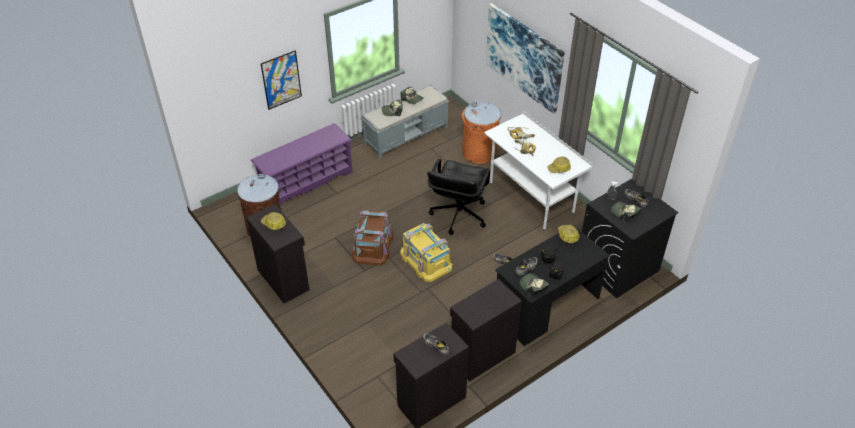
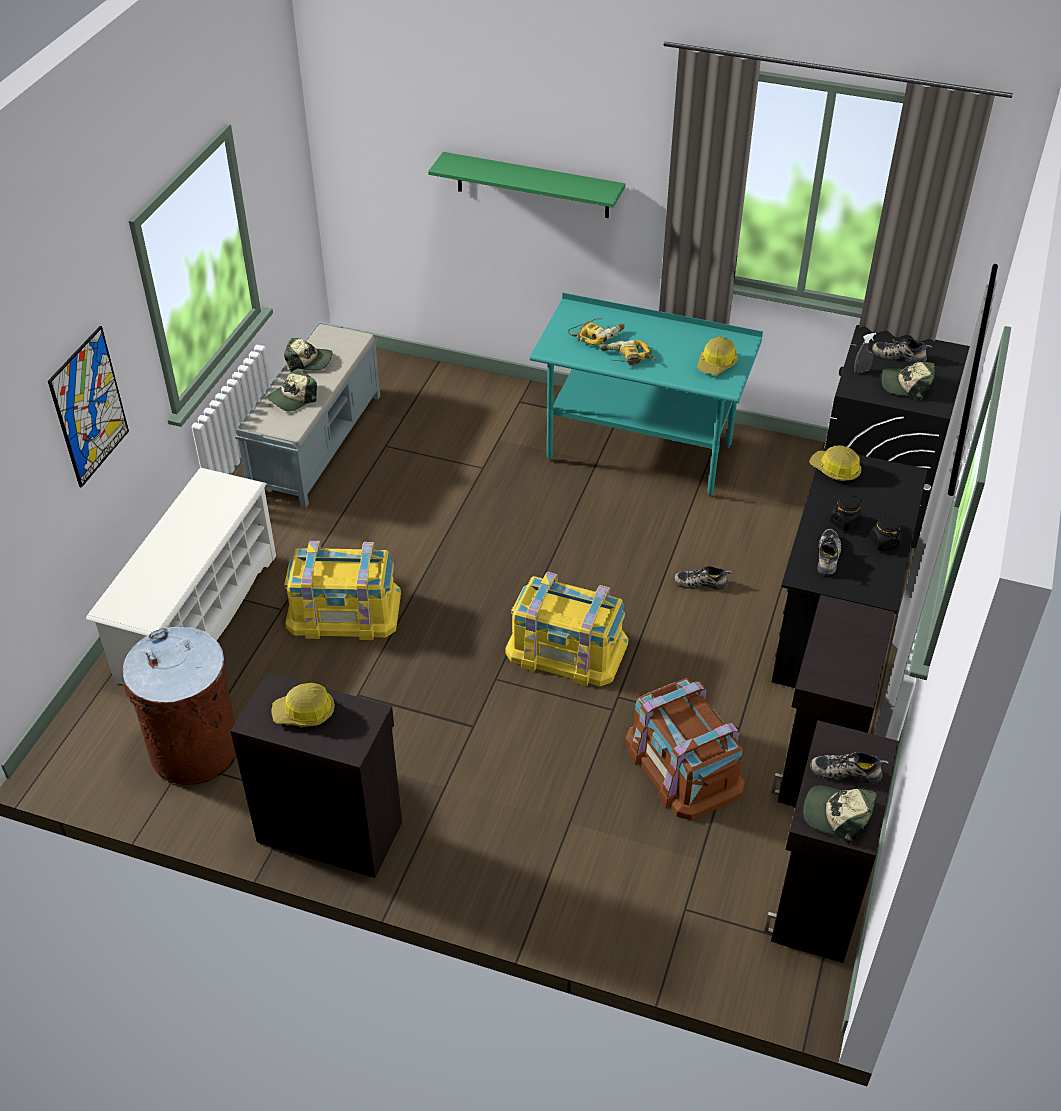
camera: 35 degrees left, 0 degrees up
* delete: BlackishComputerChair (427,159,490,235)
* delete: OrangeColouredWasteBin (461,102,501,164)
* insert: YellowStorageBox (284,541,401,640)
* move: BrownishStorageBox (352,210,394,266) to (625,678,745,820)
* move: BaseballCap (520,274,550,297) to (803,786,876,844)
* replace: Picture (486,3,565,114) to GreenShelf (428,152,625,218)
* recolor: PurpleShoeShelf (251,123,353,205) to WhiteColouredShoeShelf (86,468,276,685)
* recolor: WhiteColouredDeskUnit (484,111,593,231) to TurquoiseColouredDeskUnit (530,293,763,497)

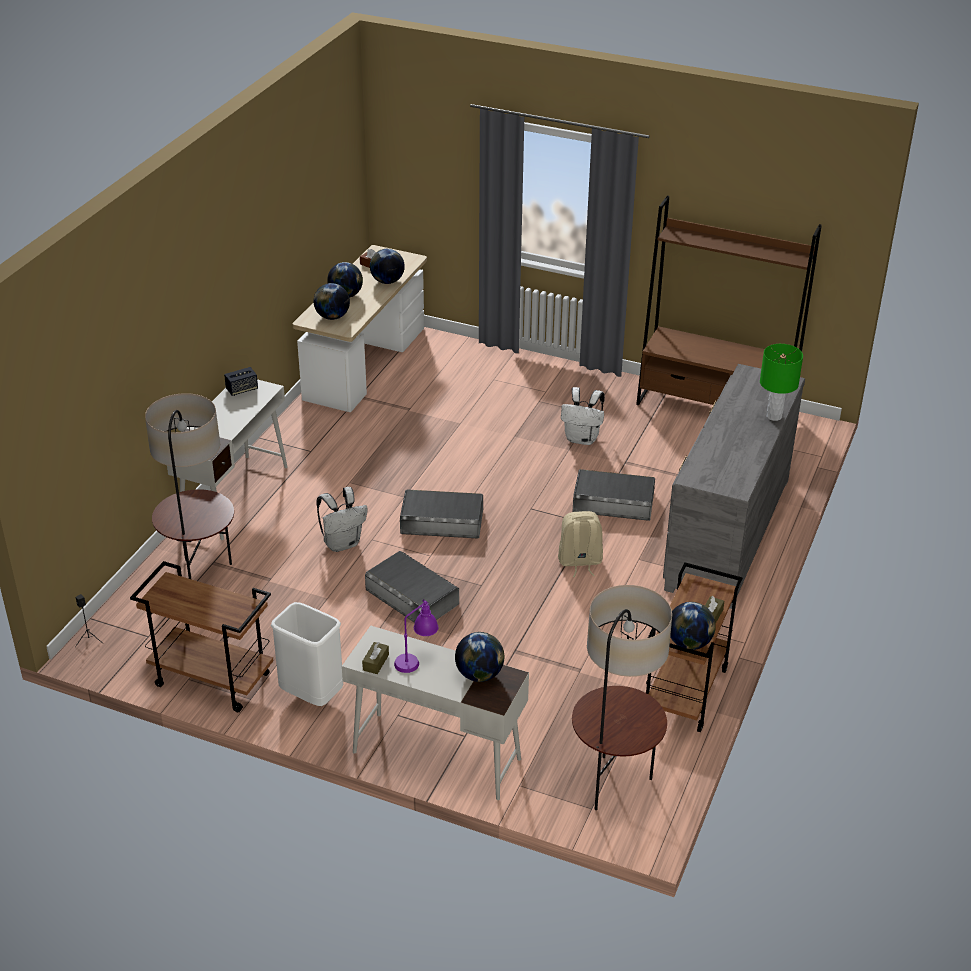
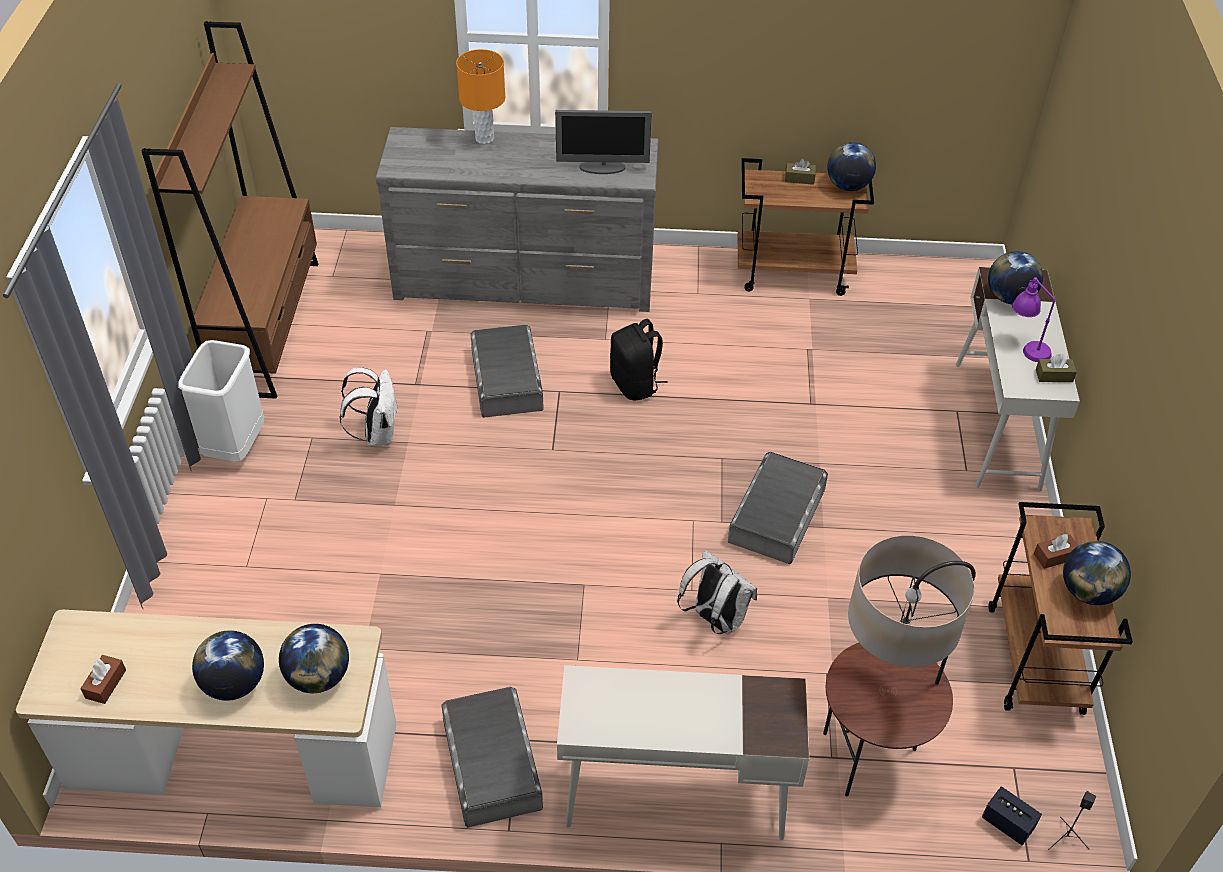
camera: 110 degrees left, 10 degrees up
* delete: FloorLamp (572,585,672,810)
* insert: ComputerDisplay (555,110,652,174)
* insert: BrownishTissueBox (1034,534,1078,569)
* move: AudioSpeaker (224,367,258,396) to (982,786,1042,846)
* move: WhiteColouredWasteBin (271,602,343,706) to (178,340,264,462)
* move: Globe (370,249,405,284) to (1063,541,1131,605)
* move: GrayStorageBox (400,490,483,538) to (441,687,543,828)
* recolor: BeigeRucksack (558,511,603,577) to BlackishRucksack (610,319,668,400)
* recolor: GreenTableLamp (760,344,803,421) to OrangeColouredTableLamp (456,49,505,144)

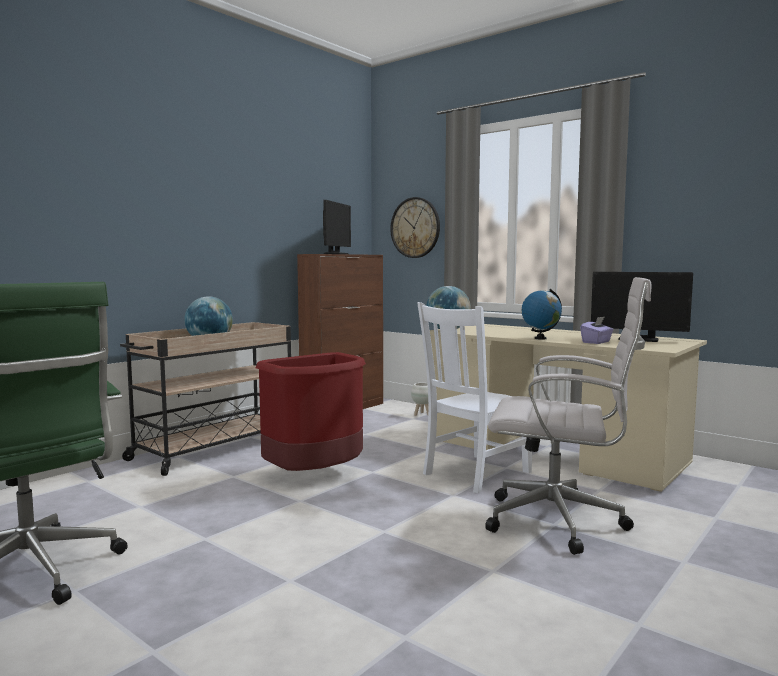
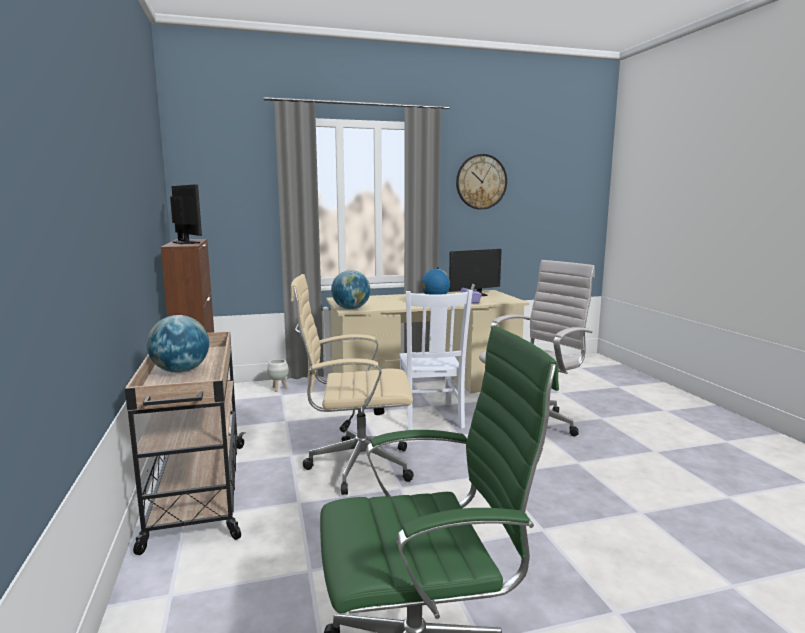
camera: 55 degrees left, 5 degrees up
* move: ClockOnTheWall (390,197,440,258) to (456,154,507,210)
* replace: RedWasteBin (256,352,366,471) to BeigeComputerChair (291,274,414,495)

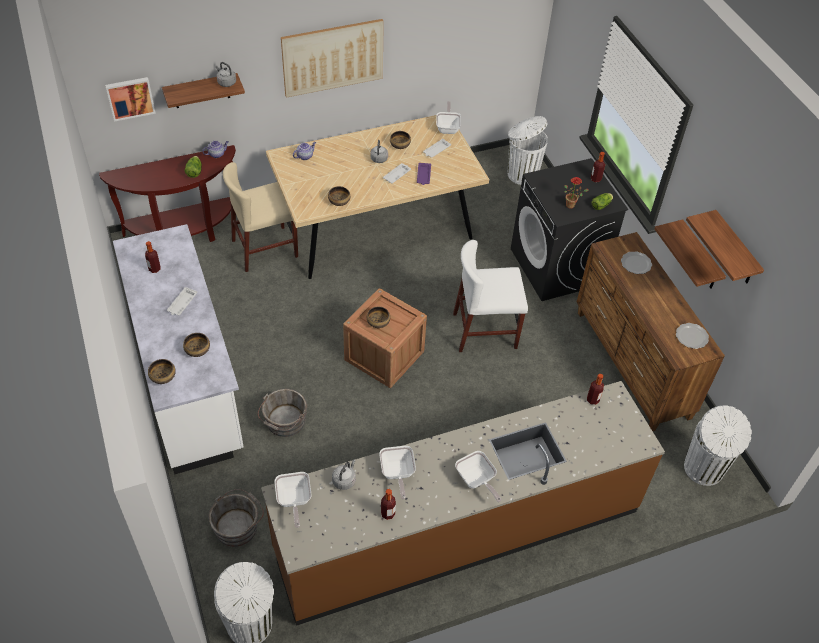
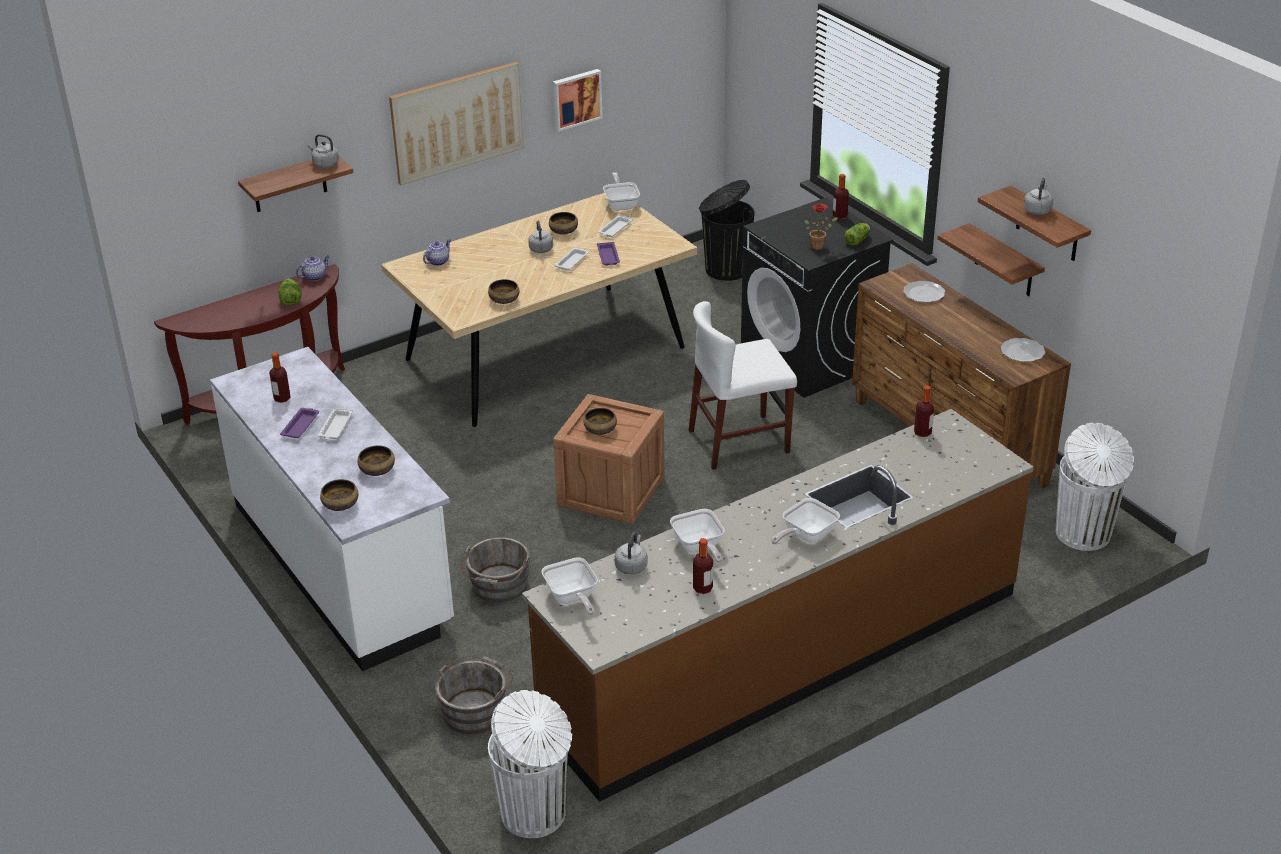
camera: 10 degrees left, 15 degrees down
* delete: BeigeUprightChair (223,162,298,272)
* insert: PurpleTray (280,408,319,438)
* insert: GrayWaterKettle (1024,178,1053,215)
* move: Picture (105,77,156,122) to (553,69,603,131)
* recolor: WhiteColouredWasteBin (508,116,548,185) to BlackishWasteBin (699,180,755,281)
* rotate: Pan (455,451,501,502) = (771,498,840,544) 90 degrees clockwise

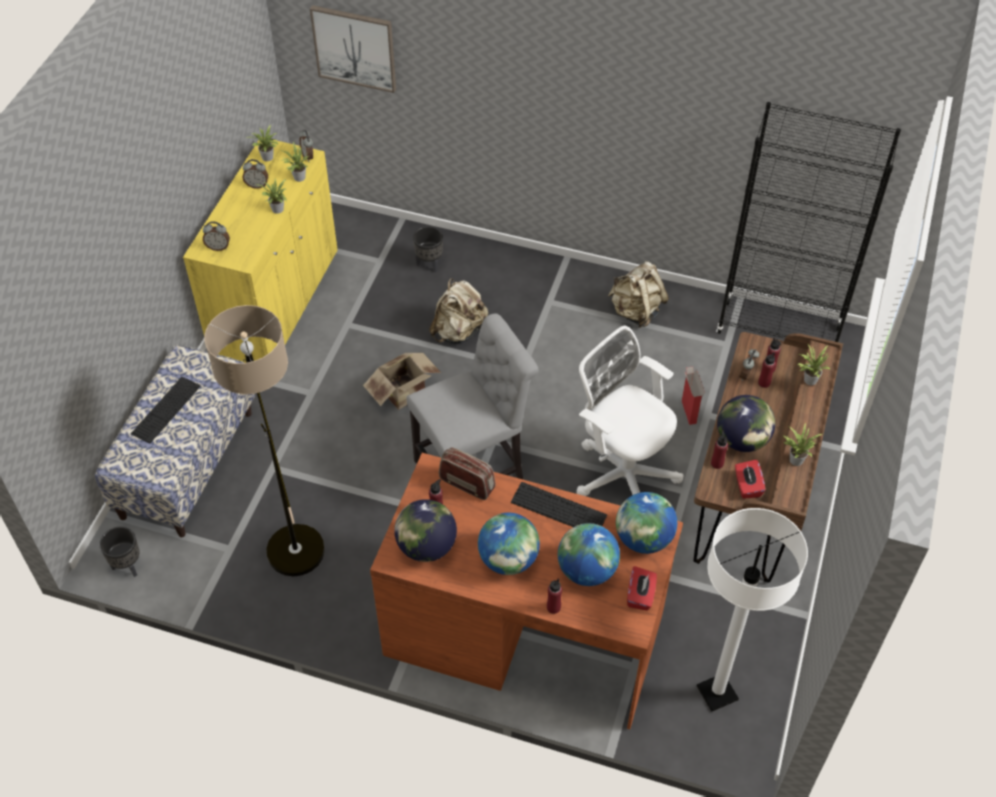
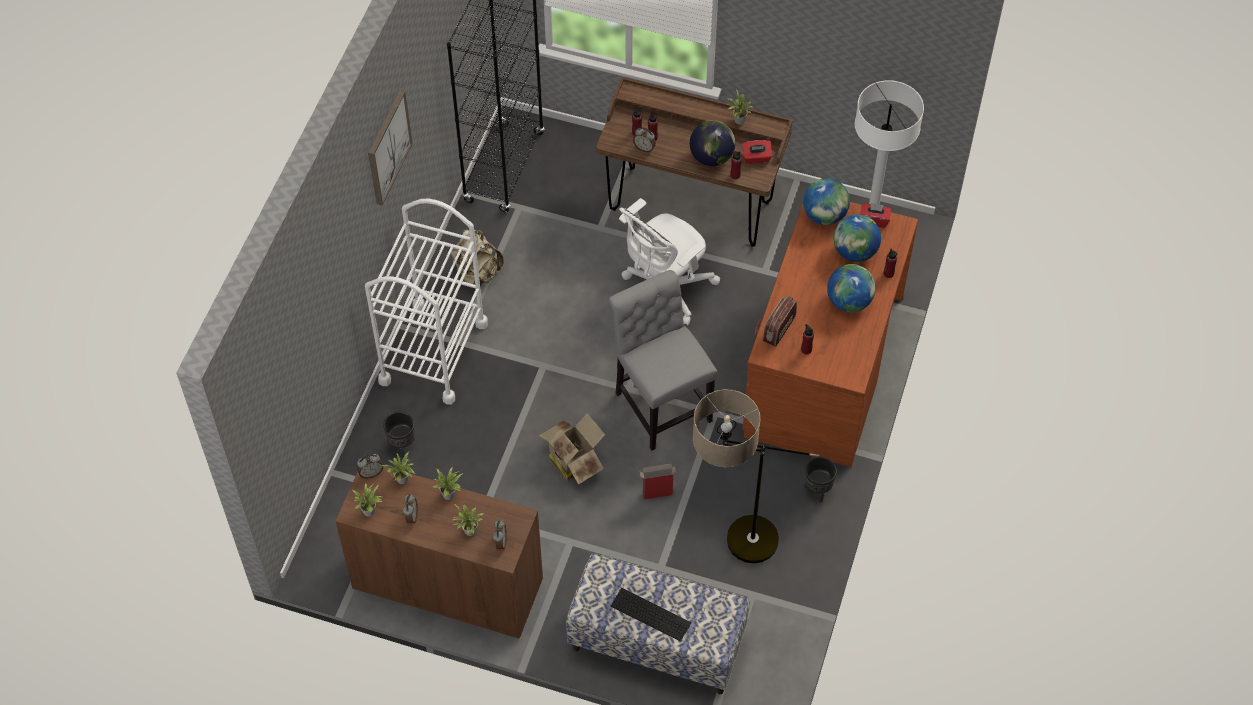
camera: 90 degrees left, 5 degrees up
* delete: Globe (394,499,457,562)
* delete: BeigeRucksack (429,278,488,343)
* delete: Keyboard (511,482,607,527)
* insert: WhiteColouredCart (365,199,488,404)
* move: BlackishPlantPot (99,527,140,577) to (805,457,837,502)
* move: Picture (310,5,396,93) to (368,90,413,206)
* move: Carton (682,367,705,425) to (639,463,676,500)
* move: PottedPlant (798,343,830,385) to (451,504,484,536)
* recolor: YellowStorageCabinet (183,137,338,363) to BrownishStorageCabinet (335,466,543,639)

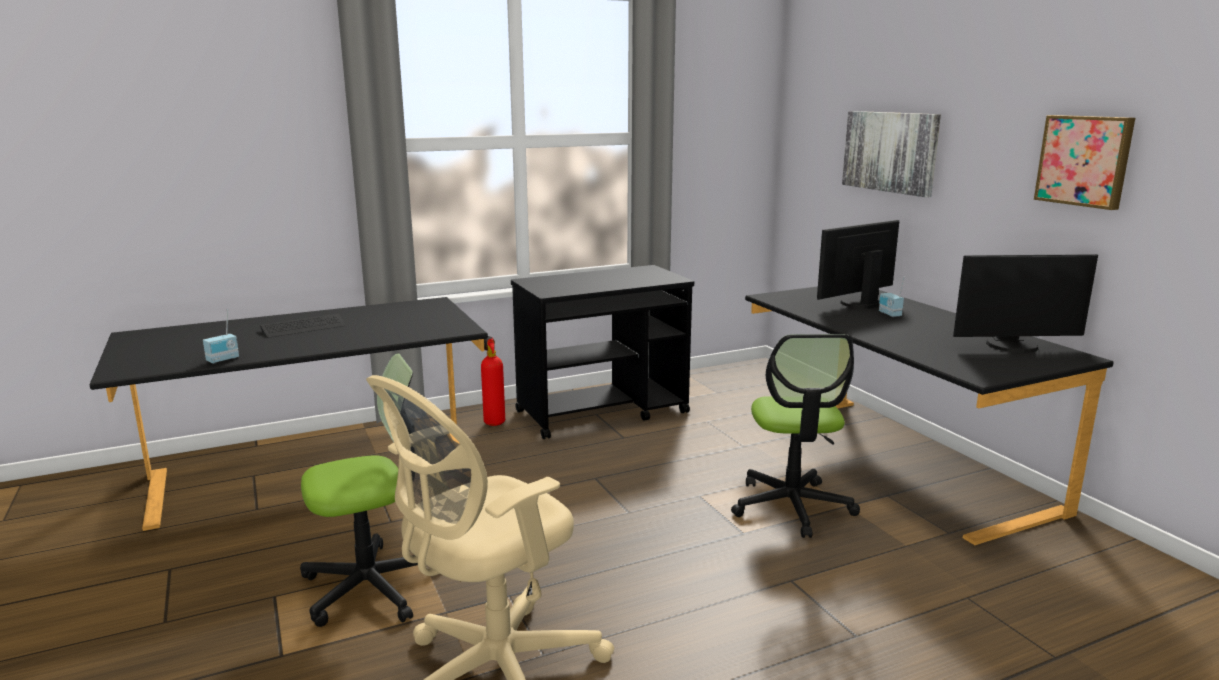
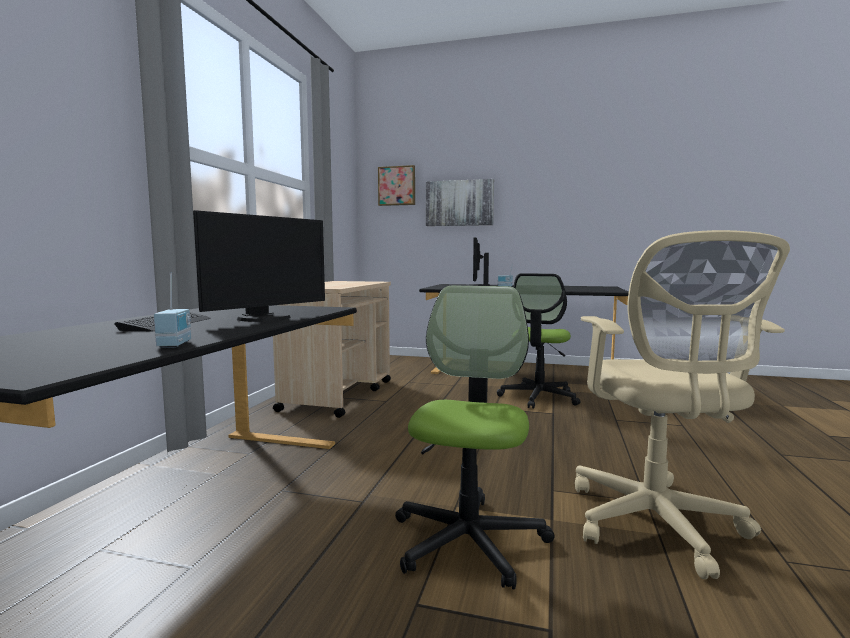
camera: 50 degrees left, 10 degrees down
* delete: FireFightingCylinder (481,336,505,426)
* move: ComputerDisplay (953,254,1098,353) to (193,210,325,322)
* move: Picture (1034,115,1135,210) to (378,165,415,206)
* recolor: BlackishCart (511,265,694,439) to BeigeCart (273,281,391,418)
* rotate: ComputerChair (731,334,860,538) = (497,273,581,409) 75 degrees clockwise

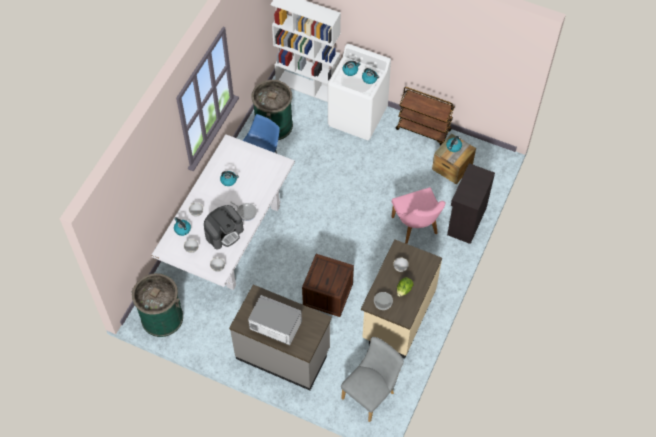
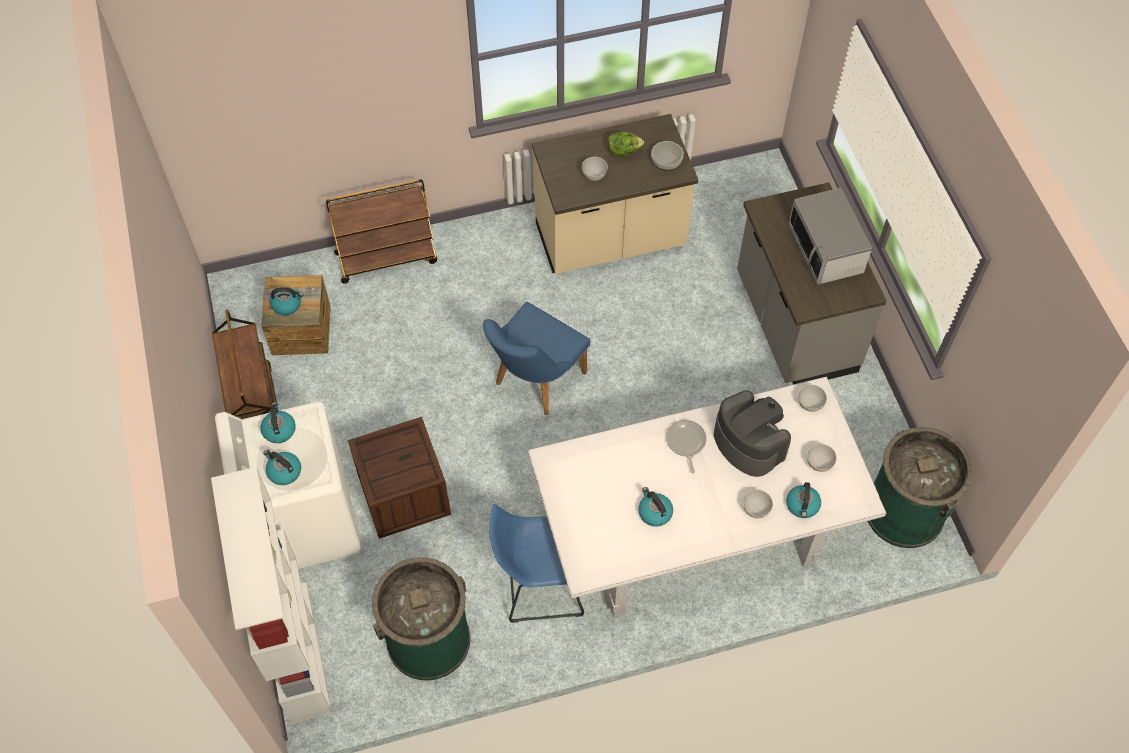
camera: 130 degrees left, 0 degrees up
* delete: GrayUprightChair (341,337,404,422)
* delete: PinkishUprightChair (391,187,445,244)
* insert: BluishUprightChair (483,302,590,415)
* move: Crate (302,254,354,317) to (348,417,451,539)
* replace: BlackishStorageCabinet (447,163,495,244) to BrownishCart (326,179,437,284)
* rotate: CoffeeMaker (204,205,244,249) = (714,390,791,477) 45 degrees clockwise

